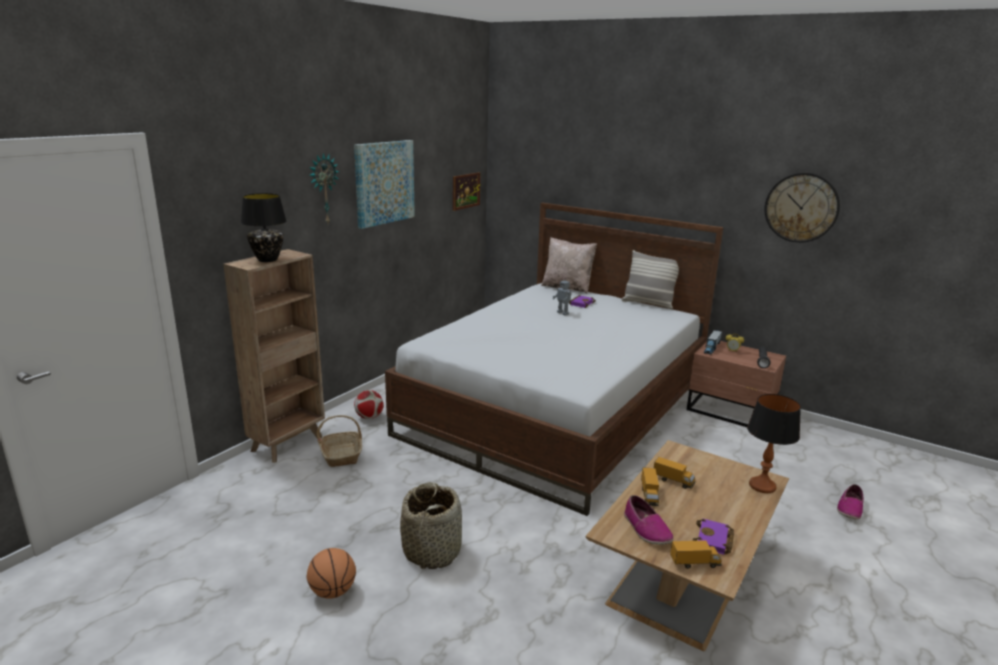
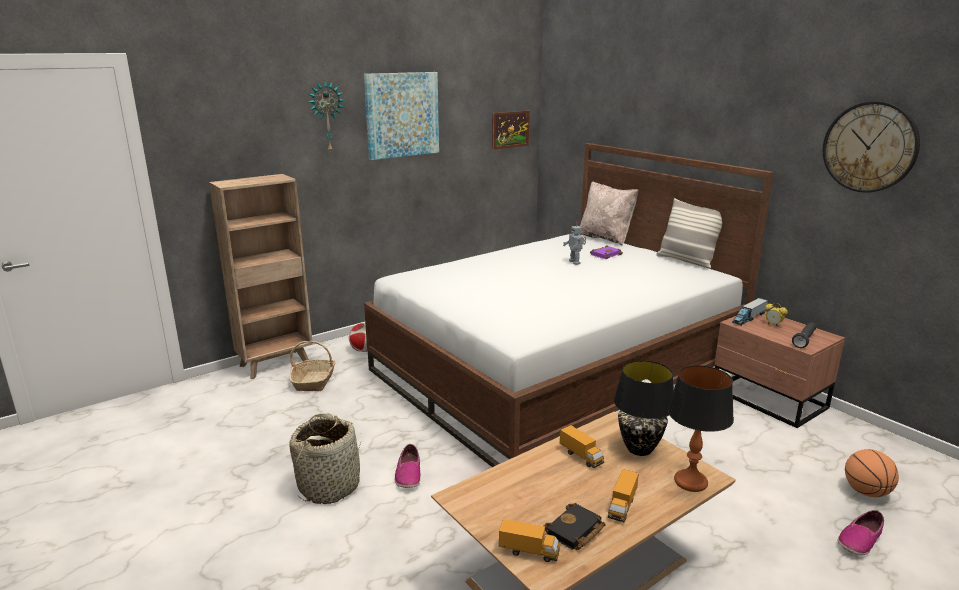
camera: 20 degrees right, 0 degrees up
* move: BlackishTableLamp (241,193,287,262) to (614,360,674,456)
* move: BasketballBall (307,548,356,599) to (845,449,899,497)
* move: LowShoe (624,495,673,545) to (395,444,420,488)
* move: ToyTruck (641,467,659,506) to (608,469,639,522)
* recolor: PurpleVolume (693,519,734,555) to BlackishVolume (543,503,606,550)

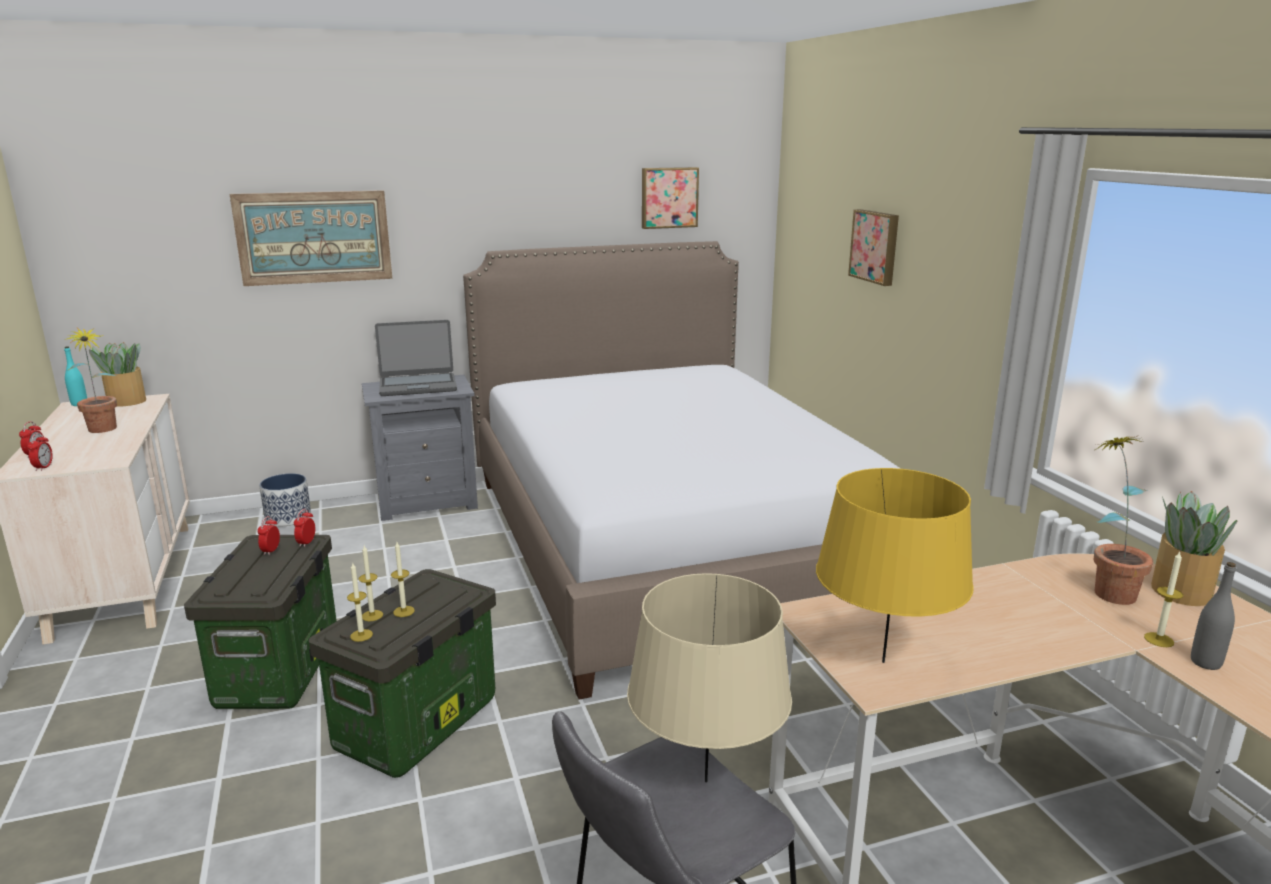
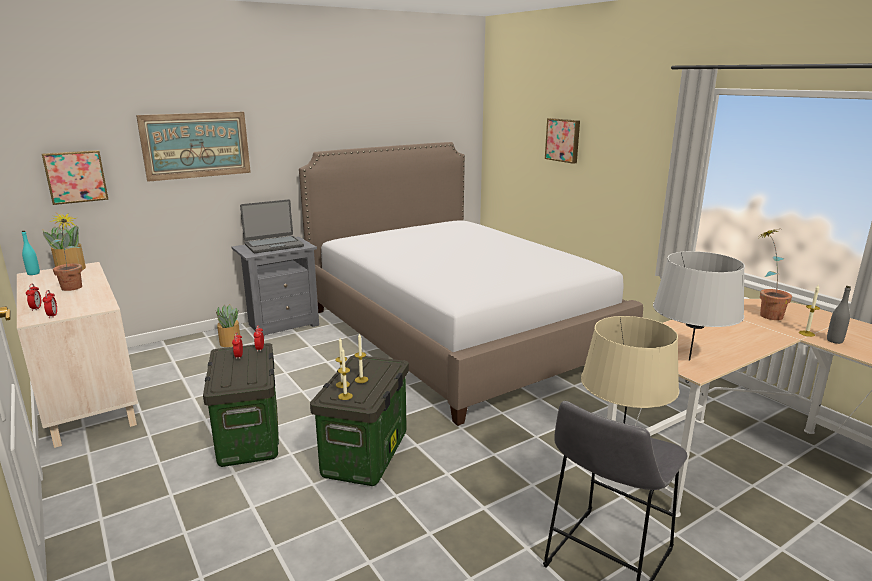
camera: 15 degrees left, 0 degrees up
* delete: PlantPot (259,473,311,526)
* move: Picture (642,167,699,229) to (41,150,109,205)
* move: PottedPlant (1151,491,1237,606) to (216,304,241,347)
* recolor: YellowTableLamp (816,468,974,663) to GrayTableLamp (653,251,745,361)

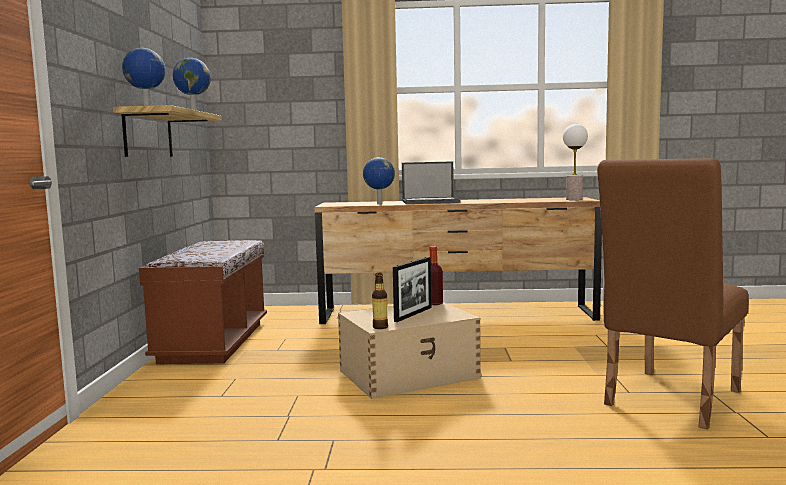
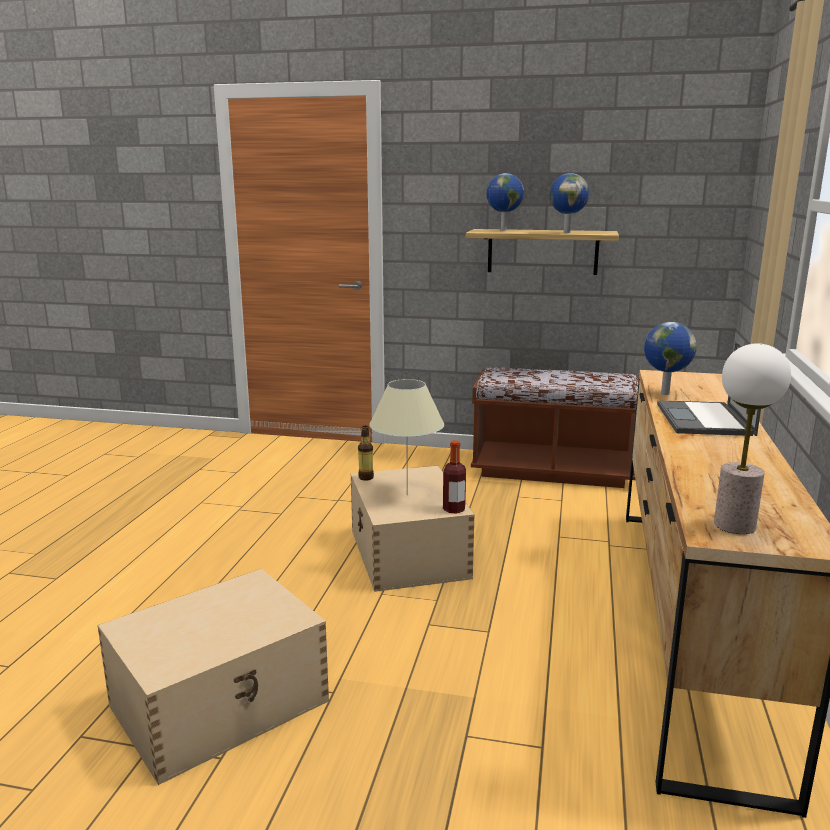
camera: 100 degrees right, 10 degrees up
* replace: PhotoFrame (393,257,431,322) to BeigeTableLamp (369,379,444,495)
* replace: BrownishUprightChair (597,158,749,430) to BeigeStorageBox (97,569,329,785)

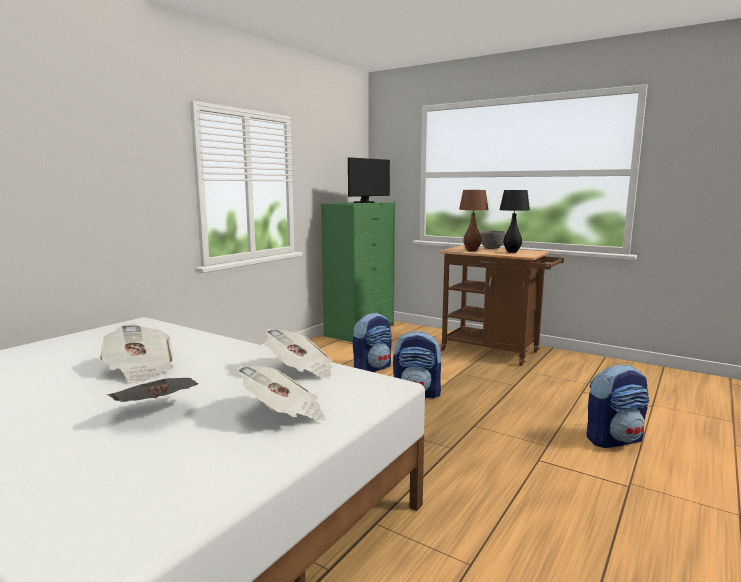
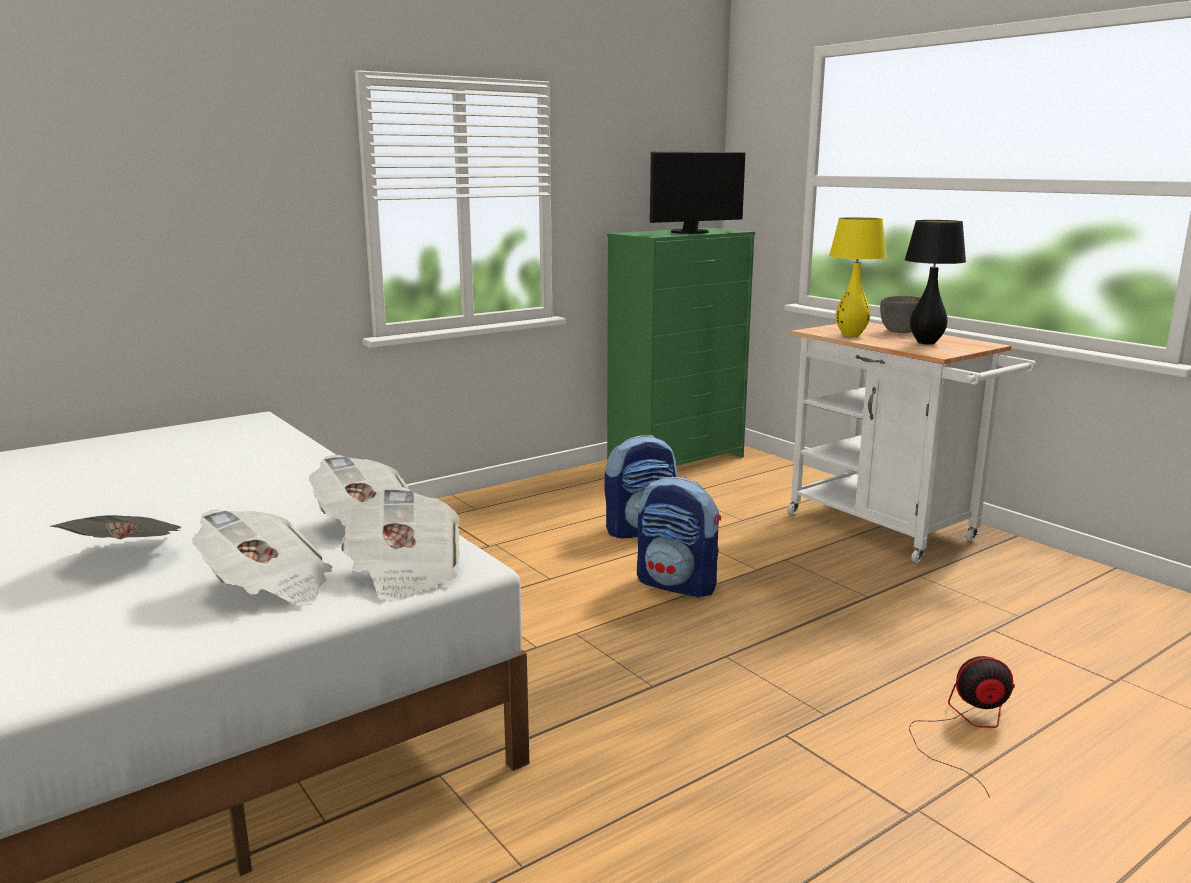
camera: 20 degrees right, 5 degrees up
* move: Newspaper (100,324,173,383) to (340,487,460,602)
* replace: Rucksack (586,364,650,448) to Fan (909,656,1015,798)
* recolor: BrownishCart (439,245,564,366) to WhiteColouredCart (788,322,1036,563)
* recolor: BrownishTableLamp (459,190,489,252) to YellowTableLamp (829,217,887,337)

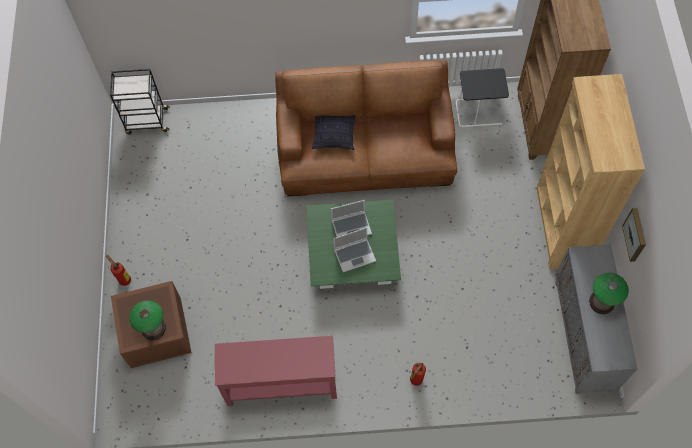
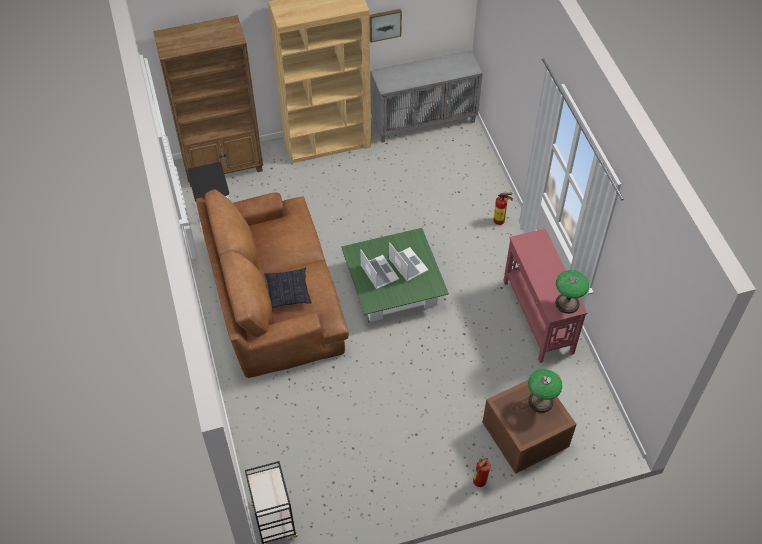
camera: 105 degrees left, 10 degrees down
* move: TableLamp (589,273,629,314) to (555,270,589,314)

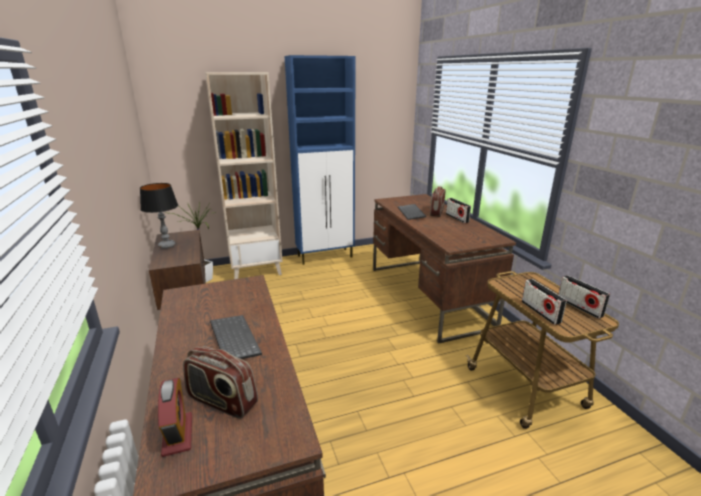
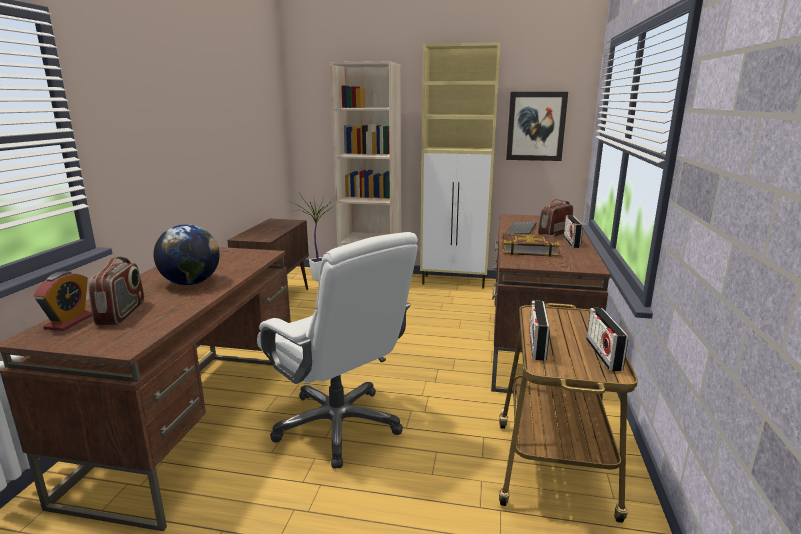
camera: 30 degrees right, 5 degrees down
* delete: TableLamp (140,183,178,249)
* insert: WhiteColouredComputerChair (257,232,418,469)
* insert: Volume (502,233,560,257)
* insert: Picture (506,92,568,161)
* replace: Keyboard (210,315,262,359) to Globe (153,224,220,285)
* recolor: BluishStorageCabinet (285,55,356,265) to BeigeStorageCabinet (420,42,501,288)
* rotate: RadioReceiver (183,346,258,419) = (88,257,144,325) 150 degrees counterclockwise

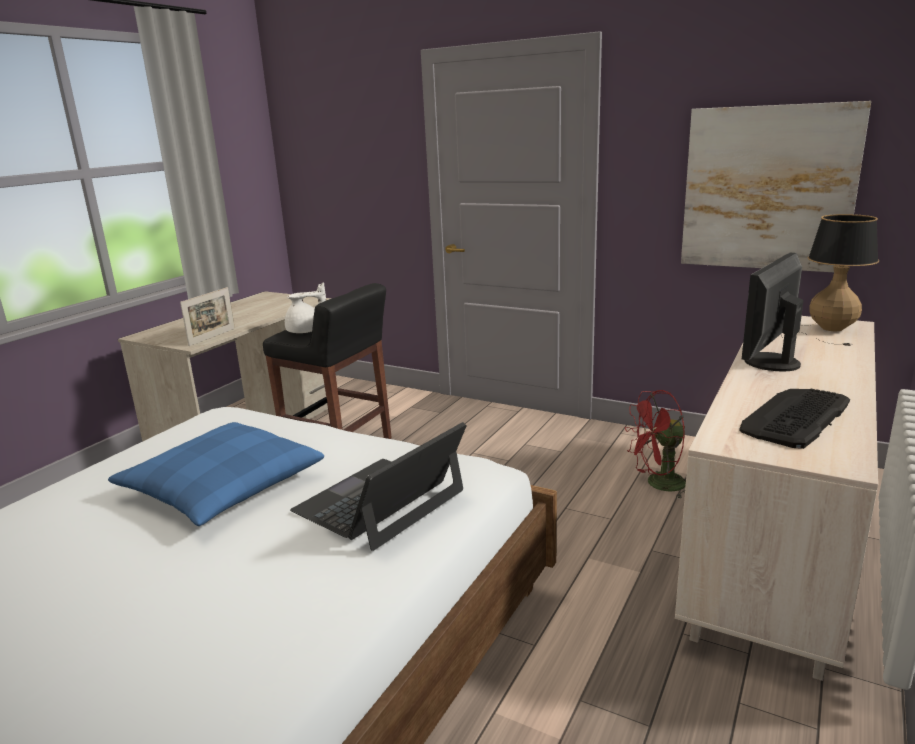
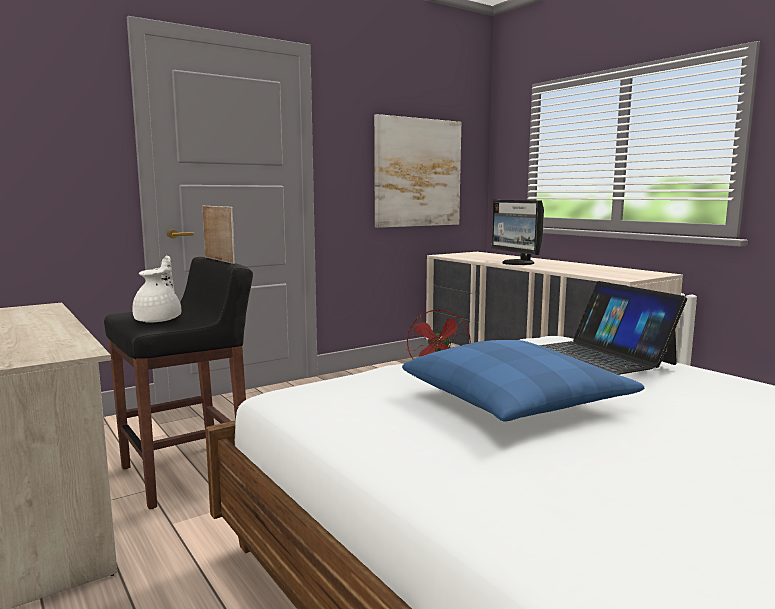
camera: 65 degrees left, 10 degrees down
* delete: Keyboard (739,389,850,449)
* delete: TableLamp (783,214,879,346)
* move: PhotoFrame (180,287,235,346) to (203,206,235,264)

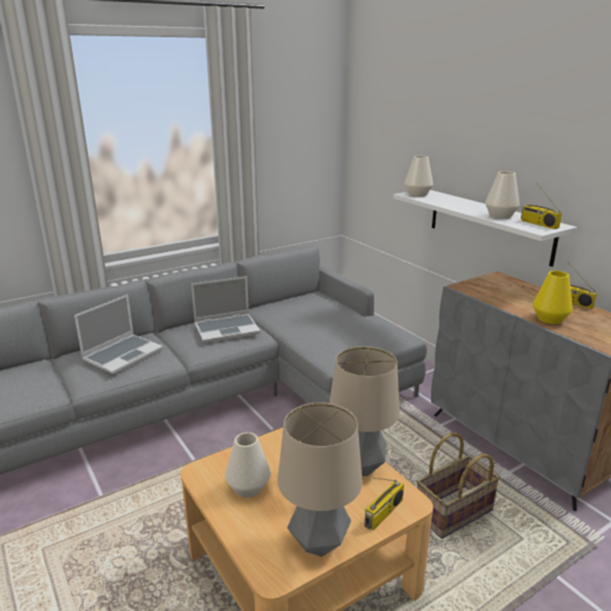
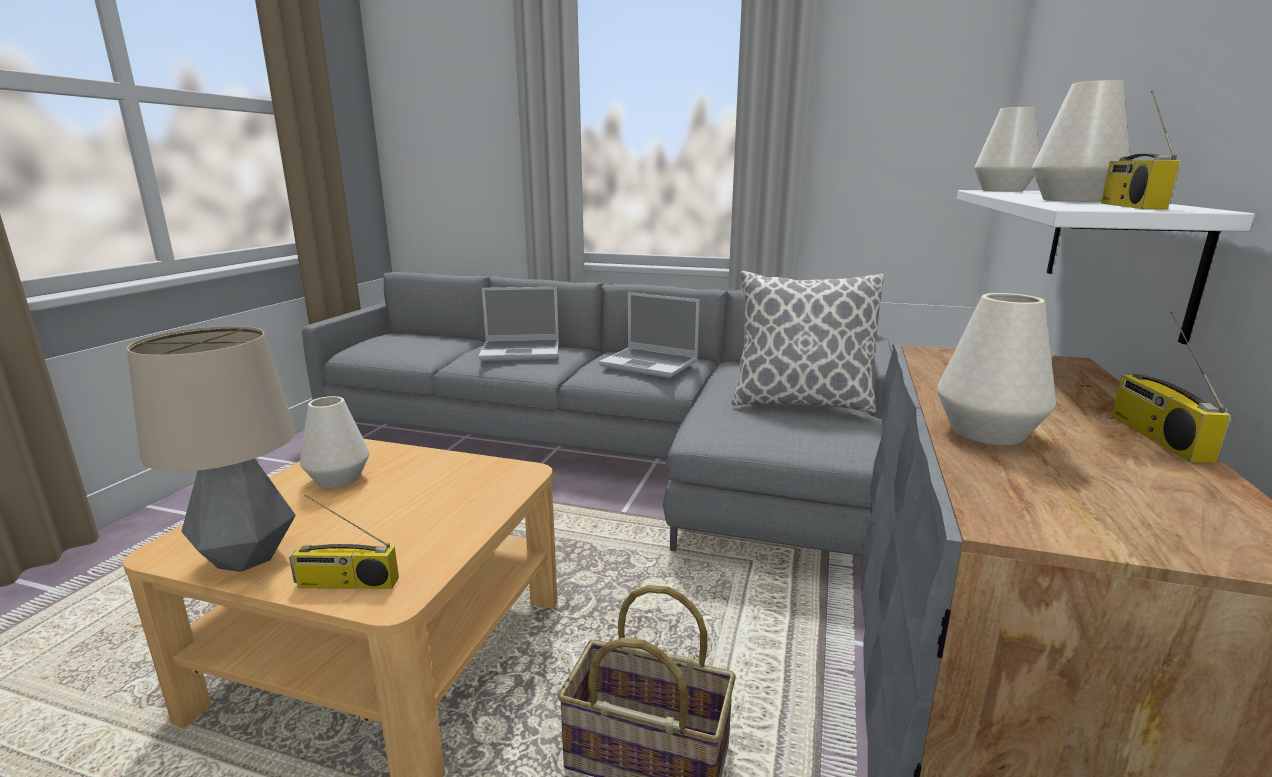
camera: 50 degrees right, 5 degrees down
* delete: TableLamp (329,346,400,476)
* insert: Pillow (732,271,884,413)
* recolor: YellowDecorativeVase (533,271,573,324) to WhiteColouredDecorativeVase (937,293,1056,445)

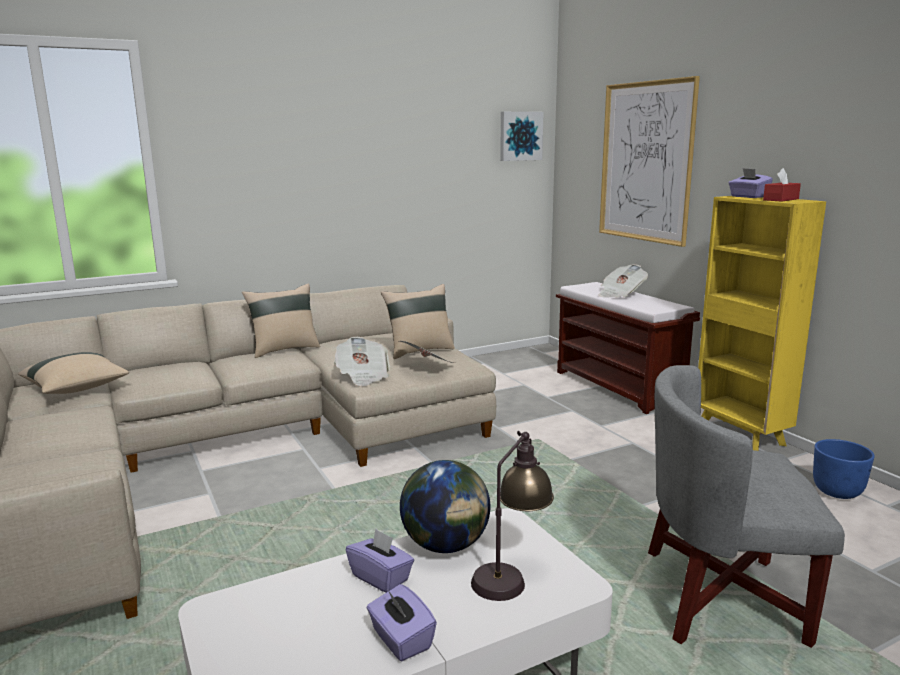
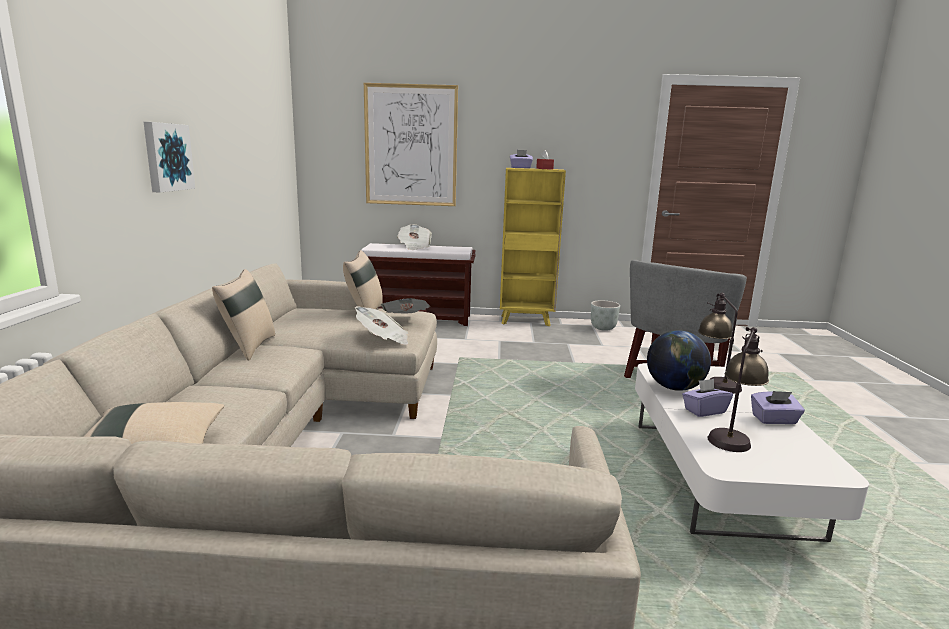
camera: 60 degrees left, 0 degrees up
* insert: TableLamp (708,327,769,452)
* move: Picture (500,112,544,161) to (144,122,195,192)
* recolor: BluishPlantPot (813,439,875,499) to GrayPlantPot (591,300,620,331)

